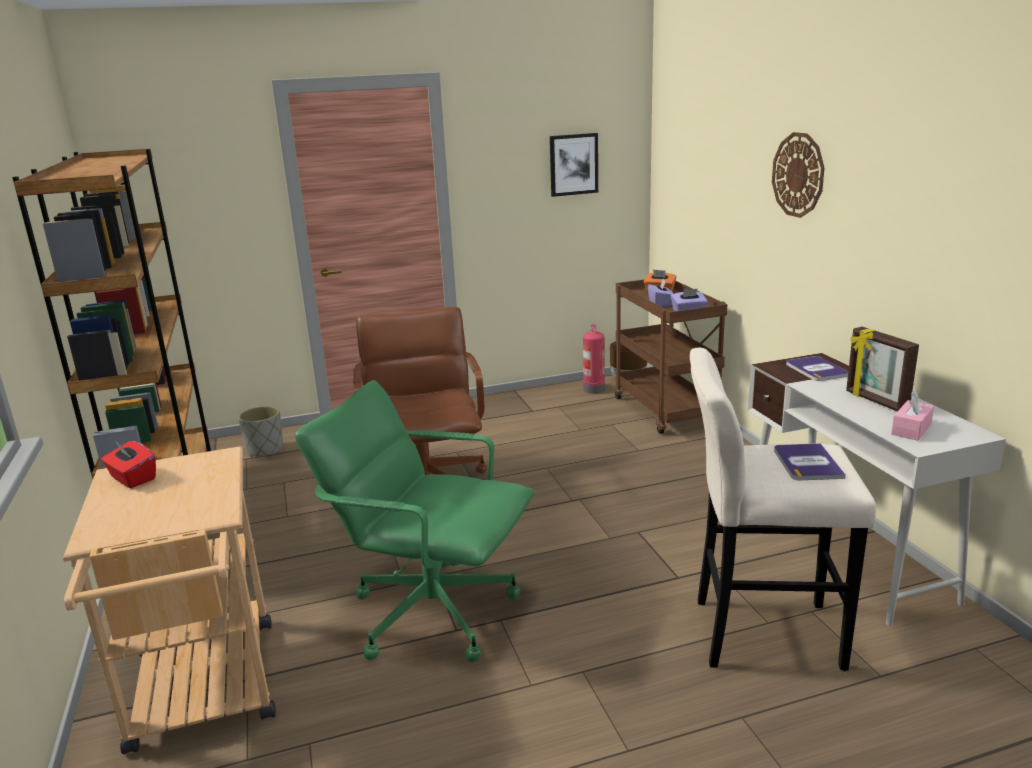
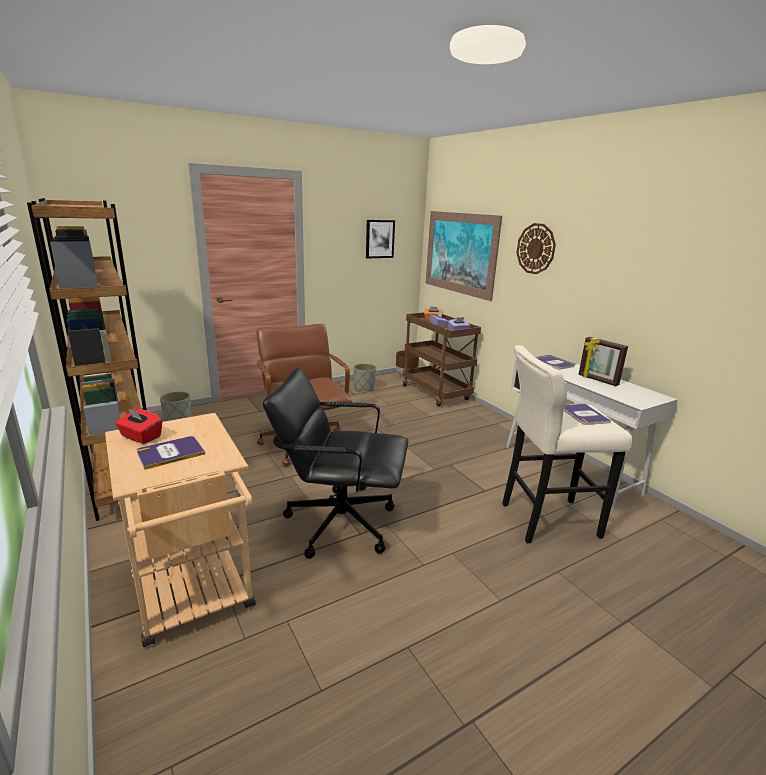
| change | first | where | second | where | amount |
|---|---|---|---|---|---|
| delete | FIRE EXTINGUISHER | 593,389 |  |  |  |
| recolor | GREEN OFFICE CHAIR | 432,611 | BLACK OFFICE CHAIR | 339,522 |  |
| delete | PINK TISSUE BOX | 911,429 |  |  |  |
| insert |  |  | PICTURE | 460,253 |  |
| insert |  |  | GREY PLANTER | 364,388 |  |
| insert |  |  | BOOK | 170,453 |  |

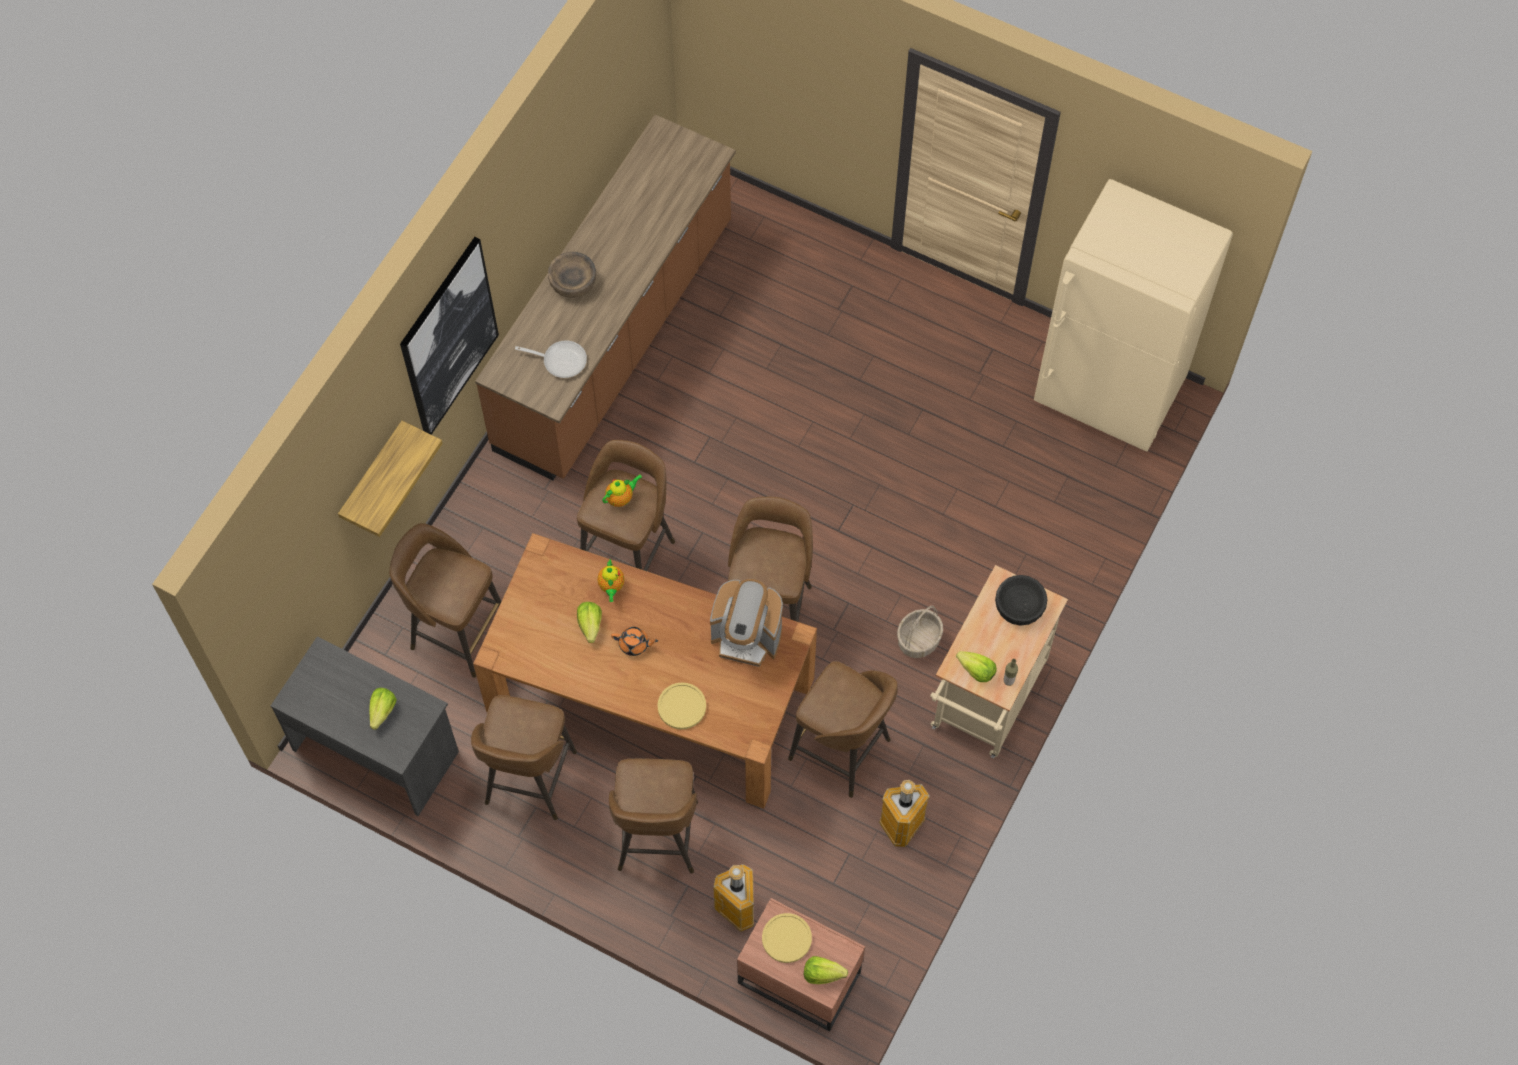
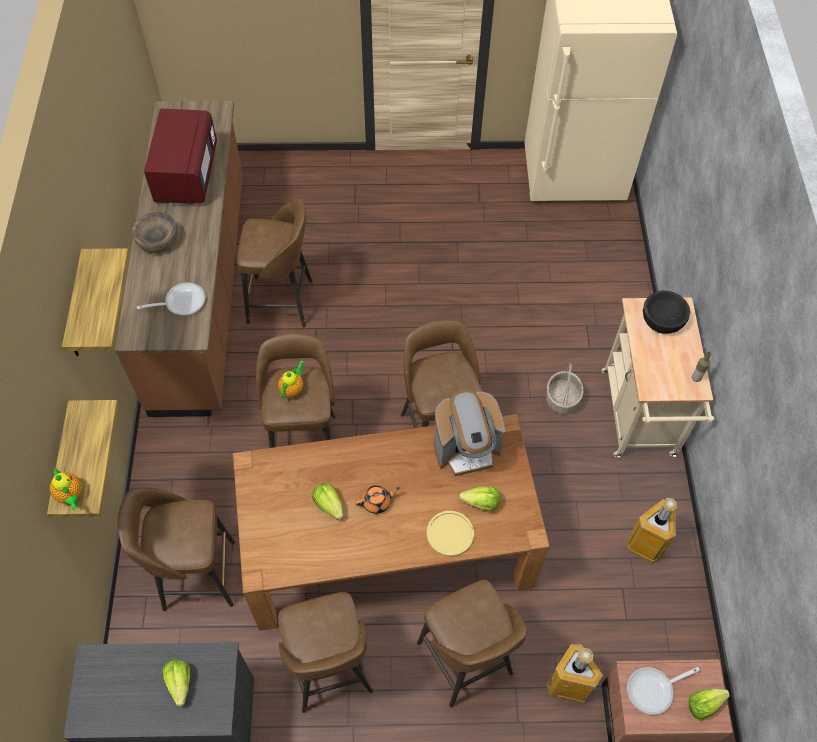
| change | first | where | second | where | amount |
|---|---|---|---|---|---|
| replace | PICTURE | 448,337 | SHELF | 77,308 |  |
| move | TEAPOT | 611,586 |  | 71,495 |  |
| move | LETTUCE | 976,671 |  | 481,503 |  |
| move | BROWN STOOL | 842,751 |  | 282,302 |  |
| replace | YELLOW PLATE | 786,938 | FRYING PAN | 653,690 |  |
| insert |  |  | RED MICROWAVE | 186,174 |  |

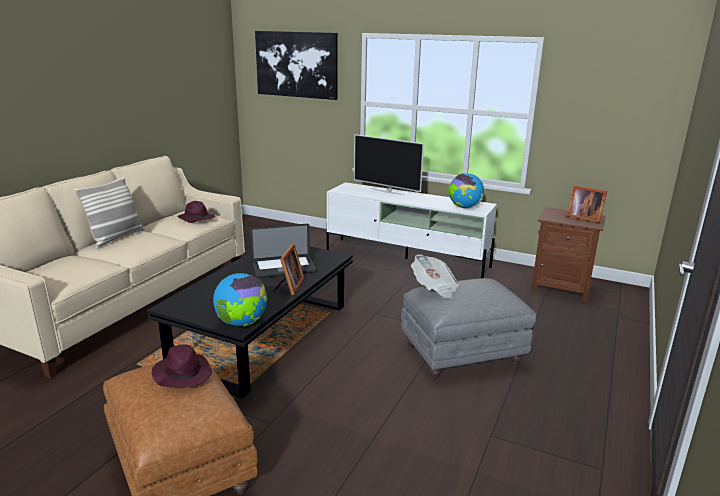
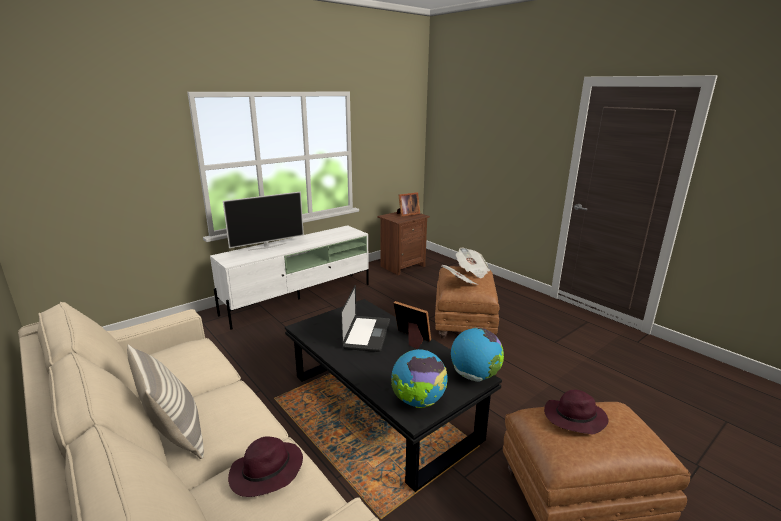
| change | first | where | second | where | amount |
|---|---|---|---|---|---|
| delete | PICTURE | 296,64 |  |  |  |
| move | GLOBE | 464,207 |  | 418,401 |  |
| move | PURPLE HAT | 196,219 |  | 266,472 |  |
| recolor | GREY OTTOMAN | 462,354 | BROWN OTTOMAN | 463,322 |  |
| insert |  |  | NEWSPAPER | 472,271 |  |

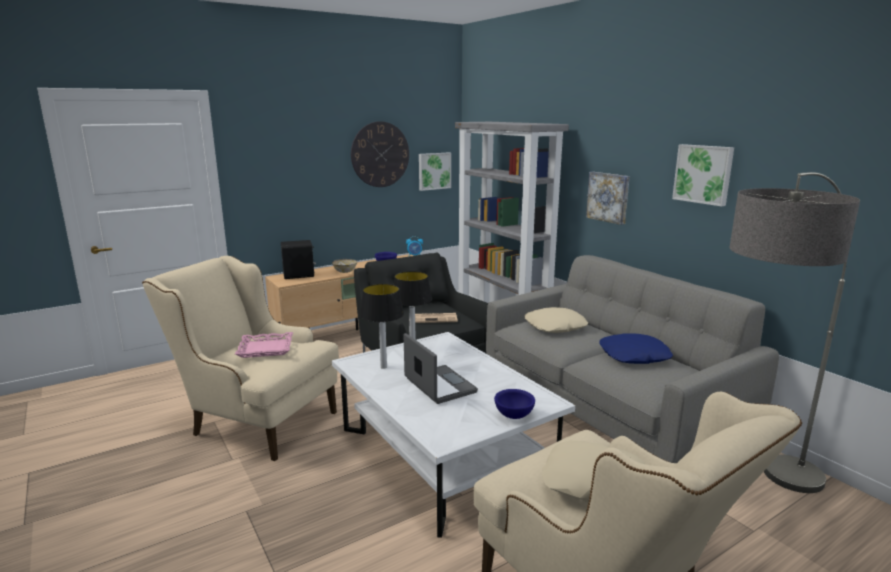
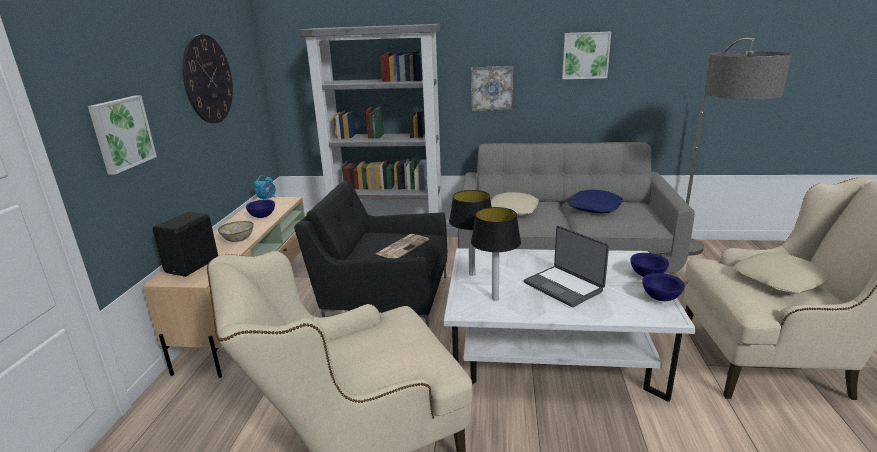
| change | first | where | second | where | amount |
|---|---|---|---|---|---|
| move | PICTURE | 434,171 |  | 121,133 |  |
| delete | PINK TRAY | 265,349 |  |  |  |
| rotate | LAPTOP | 438,386 |  | 564,286 | 135 degrees counterclockwise |
| insert |  |  | BLUE BOWL | 660,298 |  |

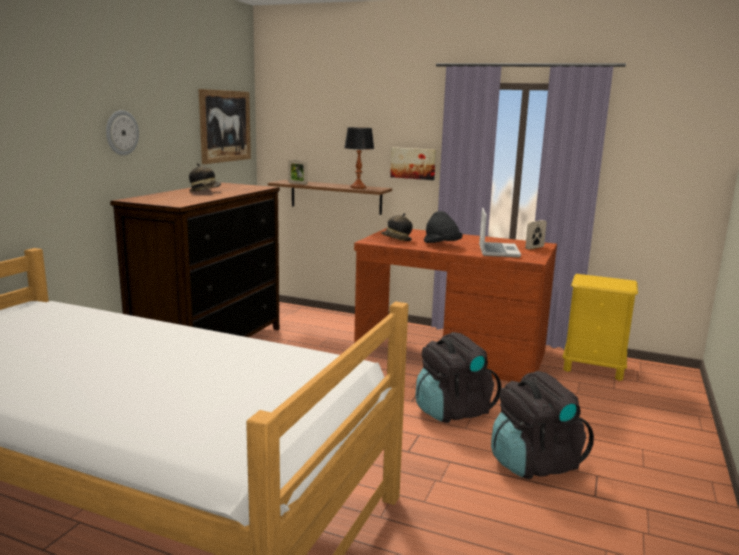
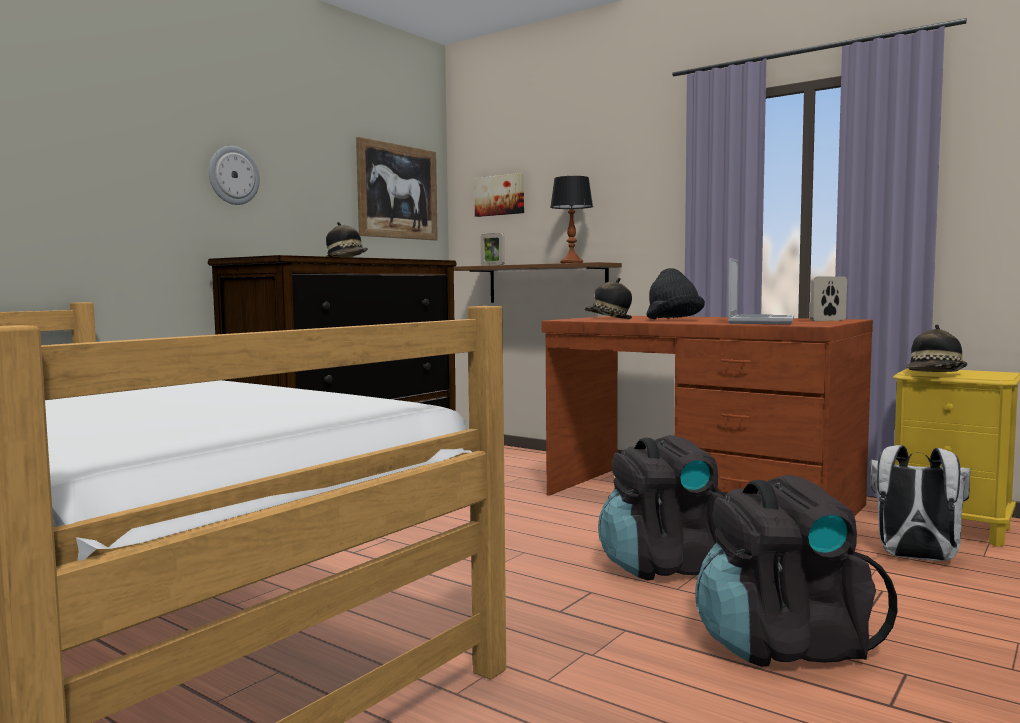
| change | first | where | second | where | amount |
|---|---|---|---|---|---|
| move | PICTURE | 413,163 |  | 500,195 |  |
| insert |  |  | HAT | 936,374 |  |
| insert |  |  | WHITE BACKPACK | 915,558 |  |

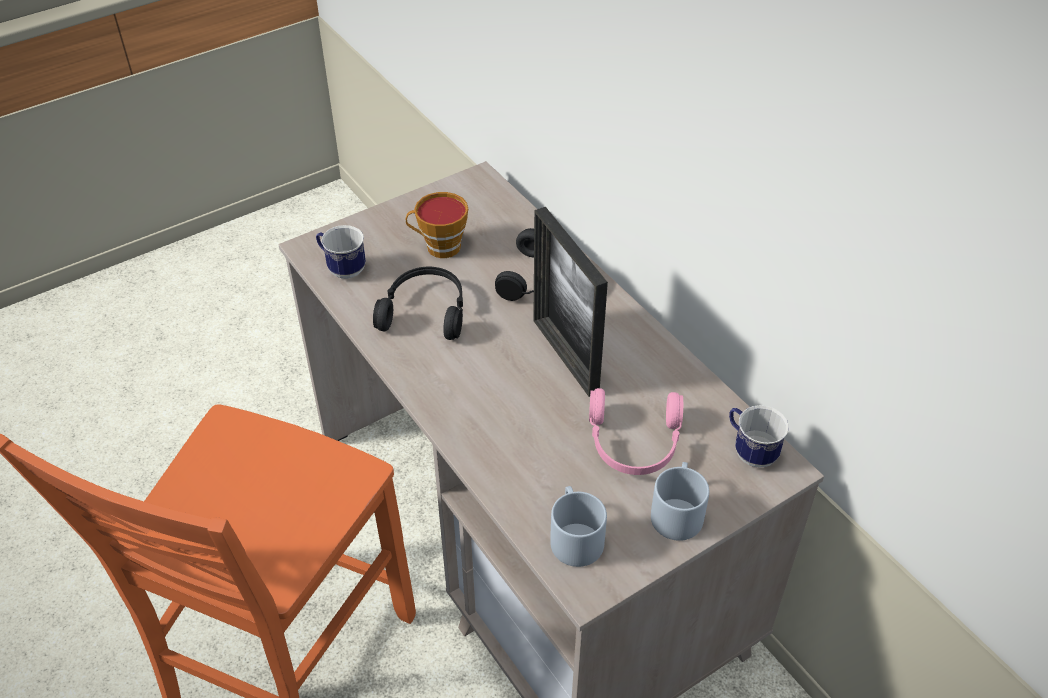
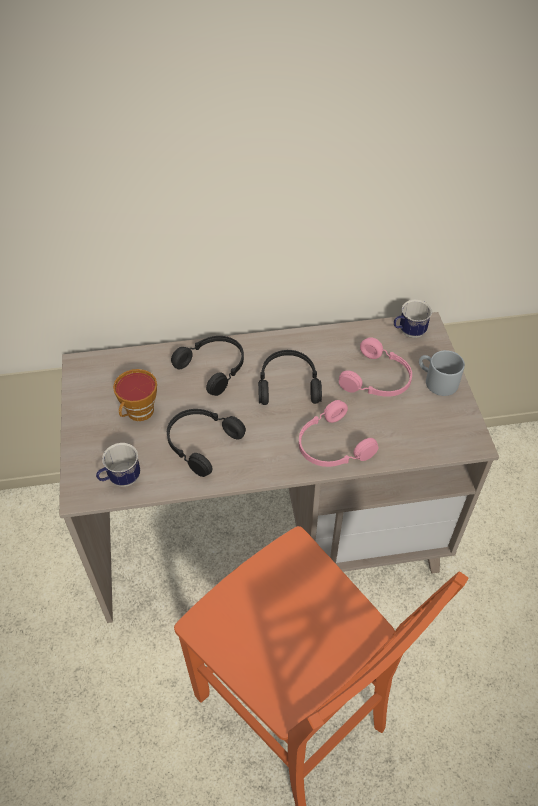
| change | first | where | second | where | amount |
|---|---|---|---|---|---|
| replace | PICTURE FRAME | 565,355 | BLACK HEADPHONES | 288,384 |  |
| delete | GREY MUG | 573,536 |  |  |  |
| insert |  |  | PINK HEADPHONES | 331,446 |  |

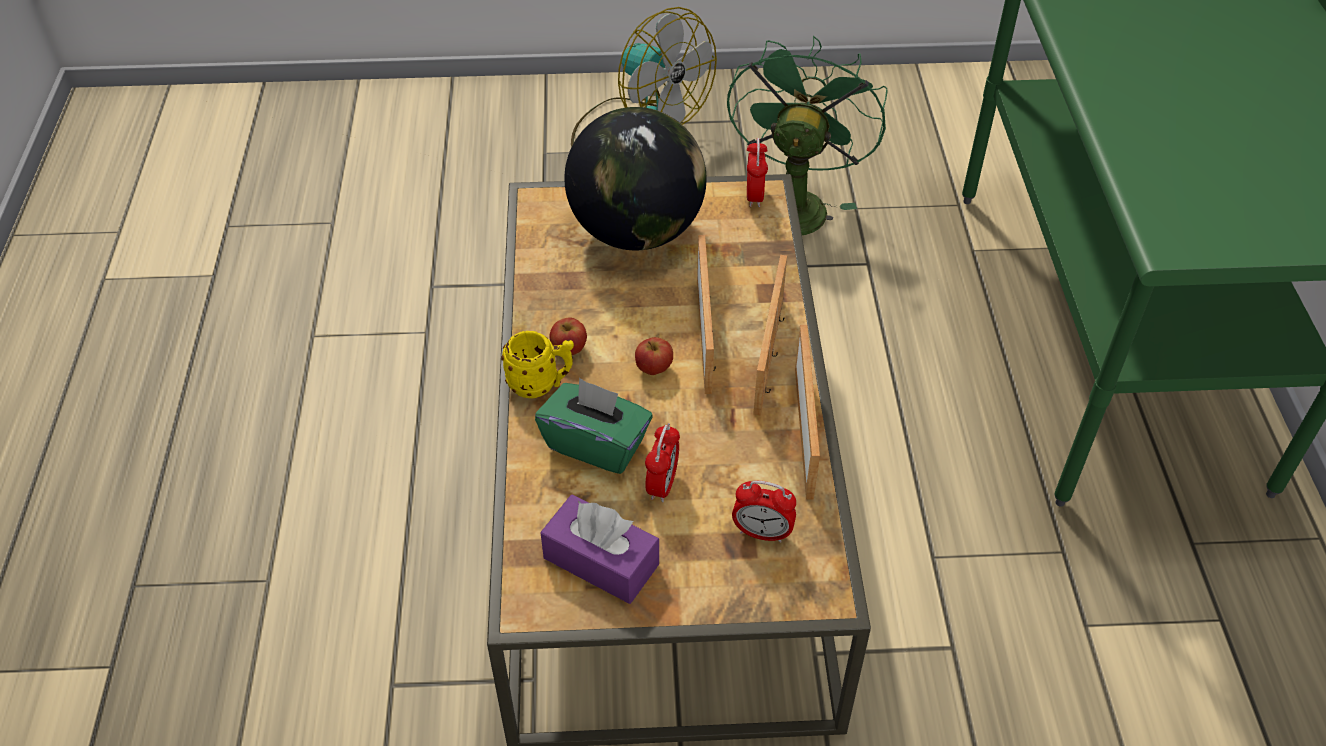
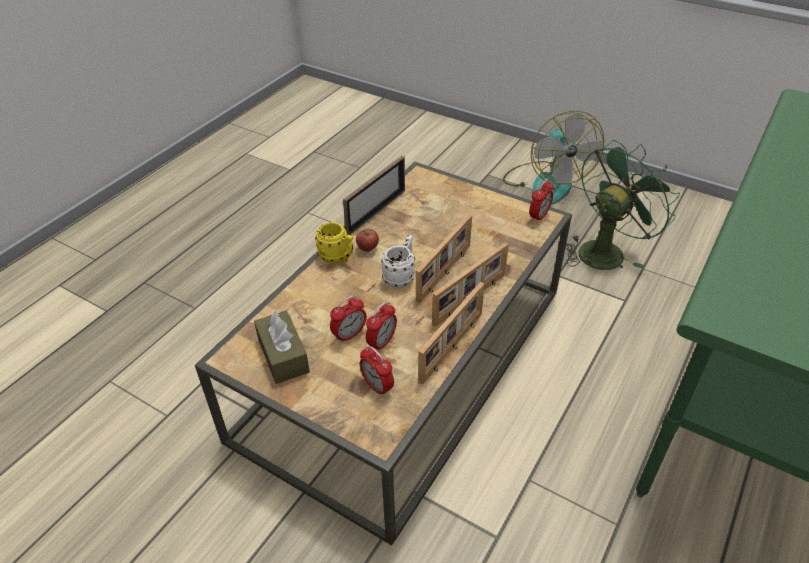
| change | first | where | second | where | amount |
|---|---|---|---|---|---|
| delete | GLOBE | 636,232 |  |  |  |
| replace | APPLE | 654,369 | WHITE MUG | 401,277 |  |
| delete | GREEN TISSUE BOX | 596,444 |  |  |  |
| recolor | PURPLE TISSUE BOX | 601,561 | BROWN TISSUE BOX | 283,355 |  |
| insert |  |  | PICTURE FRAME | 376,212 |  |
| insert |  |  | ALARM CLOCK | 382,342 |  |

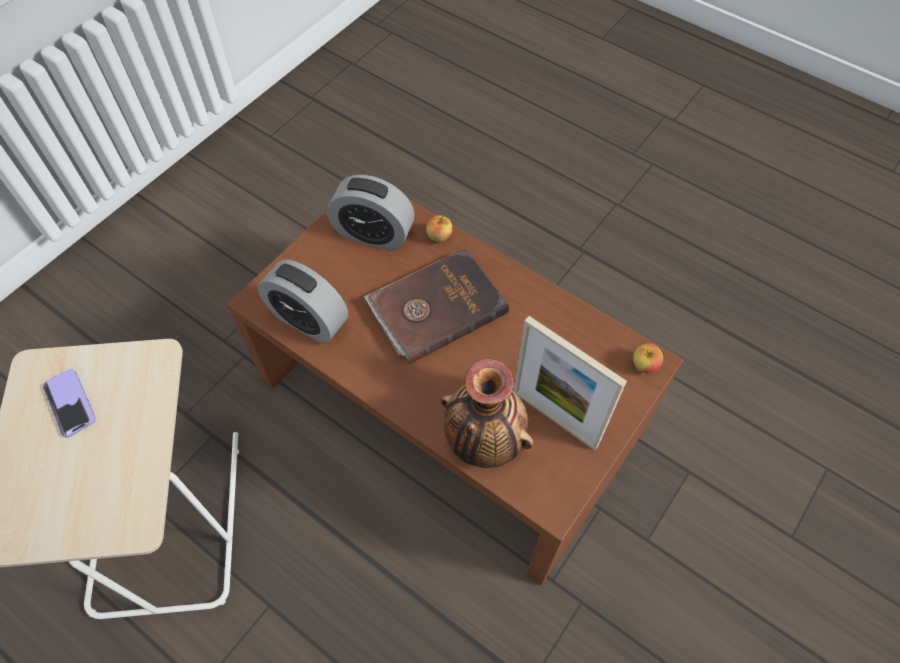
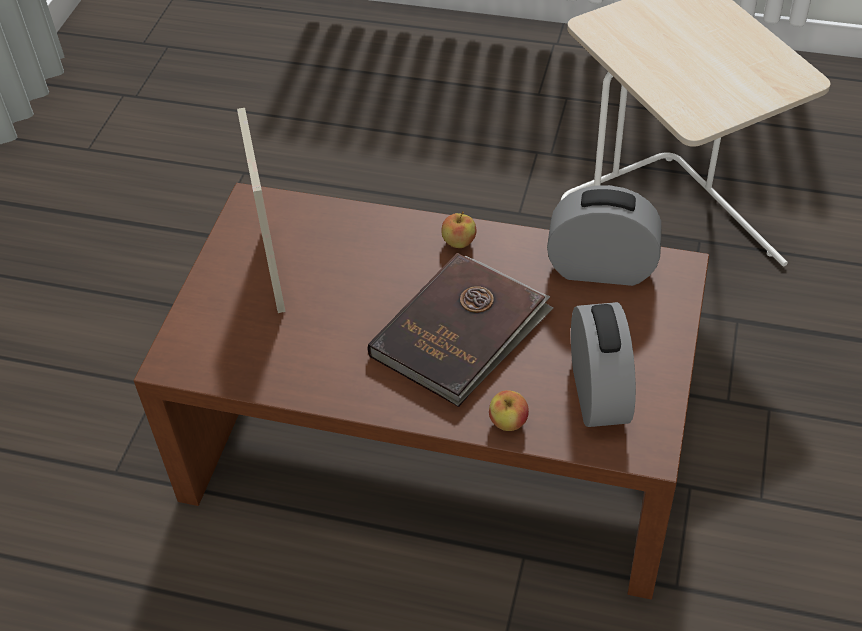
| change | first | where | second | where | amount |
|---|---|---|---|---|---|
| rotate | ALARM CLOCK | 373,234 |  | 598,393 | 90 degrees clockwise |
| rotate | PICTURE FRAME | 554,418 |  | 273,270 | 120 degrees counterclockwise |
| move | APPLE | 644,365 |  | 459,242 |  |
| delete | VASE | 483,441 |  |  |  |
| delete | PHONE | 70,403 |  |  |  |

